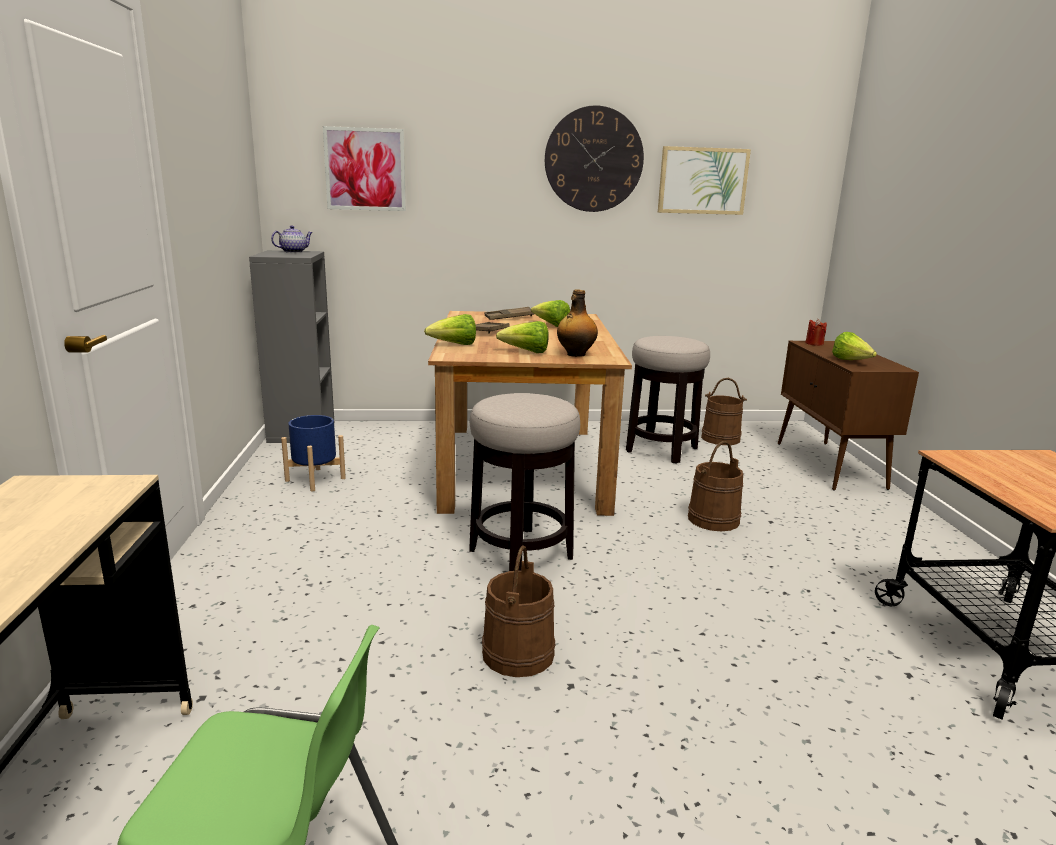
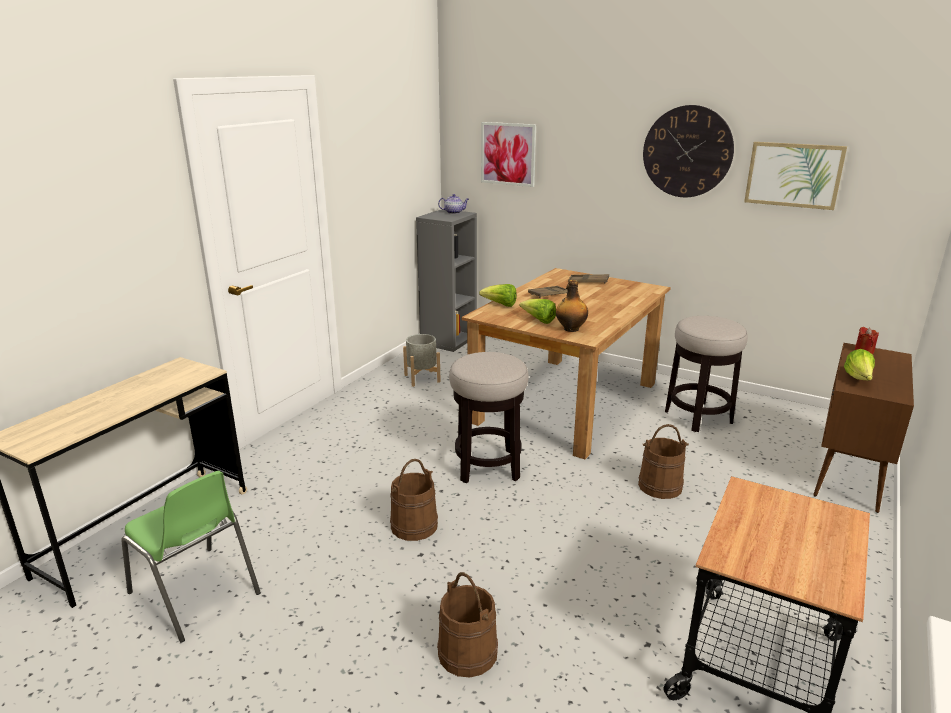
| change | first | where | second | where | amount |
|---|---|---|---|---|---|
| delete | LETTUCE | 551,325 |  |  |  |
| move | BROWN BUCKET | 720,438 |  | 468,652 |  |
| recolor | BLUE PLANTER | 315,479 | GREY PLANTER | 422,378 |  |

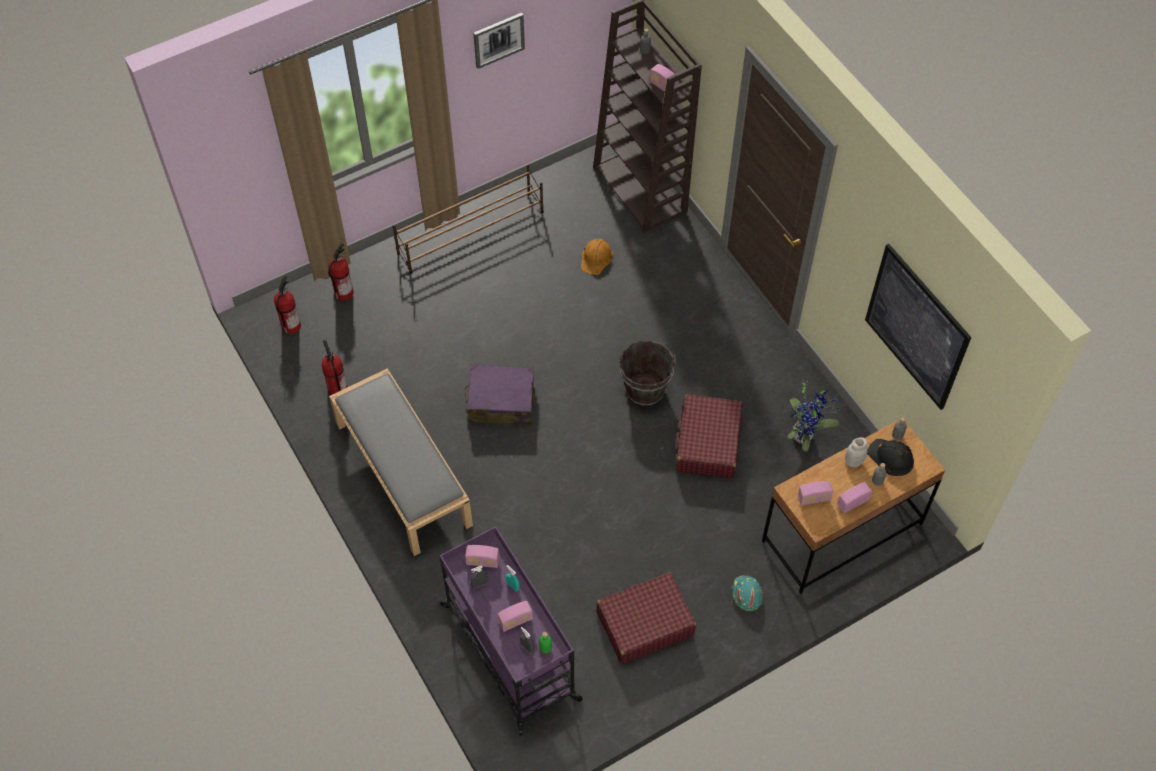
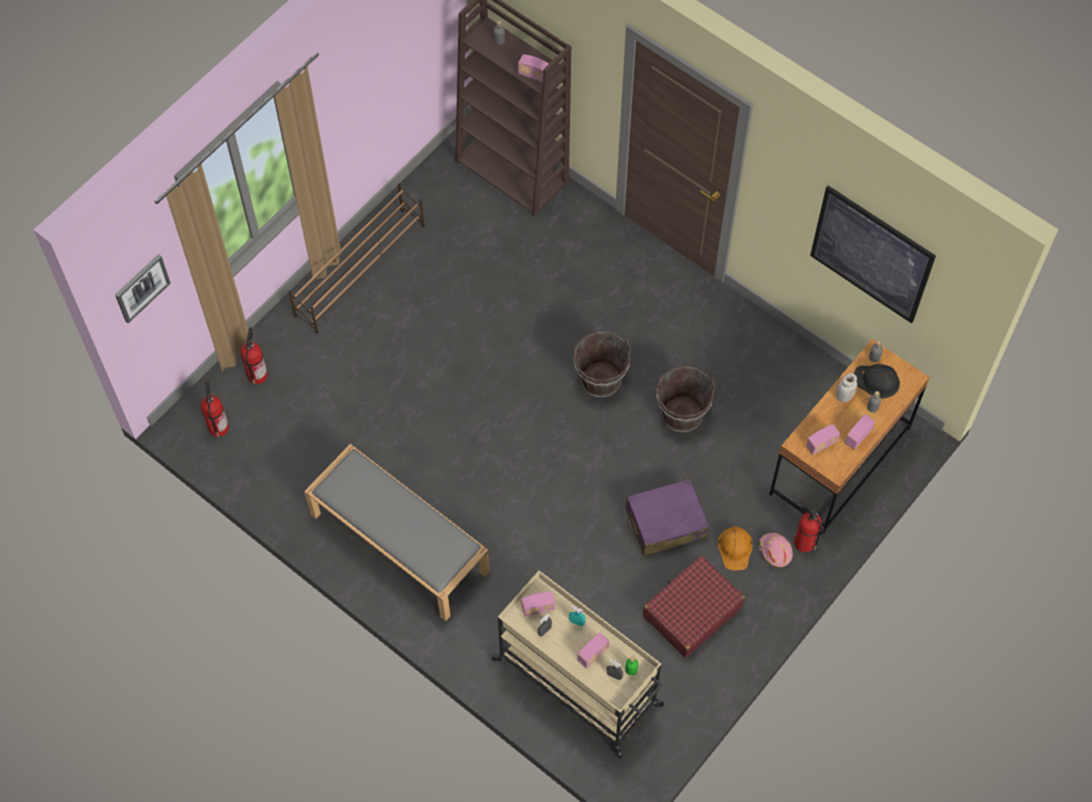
| change | first | where | second | where | amount |
|---|---|---|---|---|---|
| move | PICTURE | 498,39 |  | 141,287 |  |
| move | ORANGE HARD HAT | 596,258 |  | 735,548 |  |
| move | FIRE EXTINGUISHER | 337,389 |  | 803,542 |  |
| move | PURPLE SUITCASE | 501,401 |  | 665,523 |  |
| delete | POTTED PLANT | 804,435 |  |  |  |
| replace | RED SUITCASE | 707,443 | BROWN BUCKET | 681,415 |  |
| recolor | PURPLE CART | 511,653 | BEIGE CART | 579,683 |  |
| recolor | TURQUOISE HARD HAT | 746,594 | PINK HARD HAT | 774,551 |  |

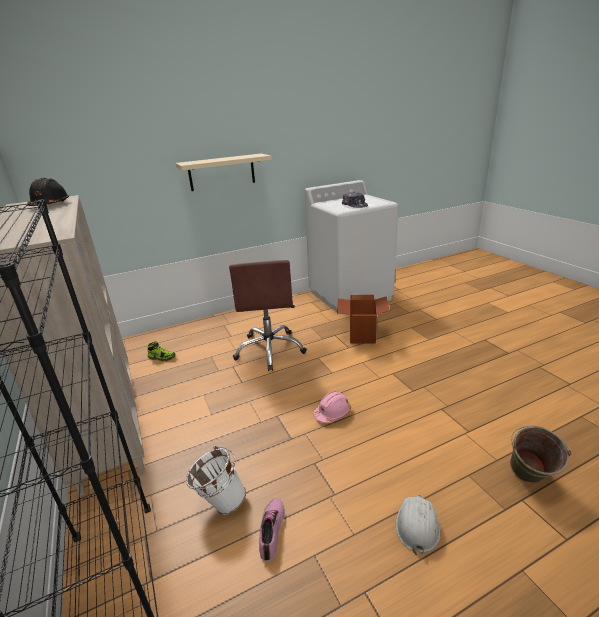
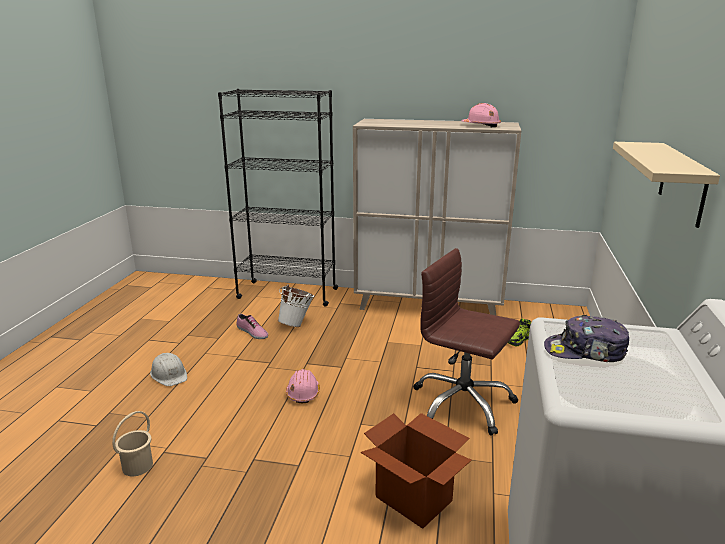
| change | first | where | second | where | amount |
|---|---|---|---|---|---|
| recolor | BLACK HARD HAT | 50,205 | PINK HARD HAT | 481,126 |  |
| delete | GREEN BUCKET | 528,481 |  |  |  |
| insert |  |  | BEIGE BUCKET | 137,466 |  |

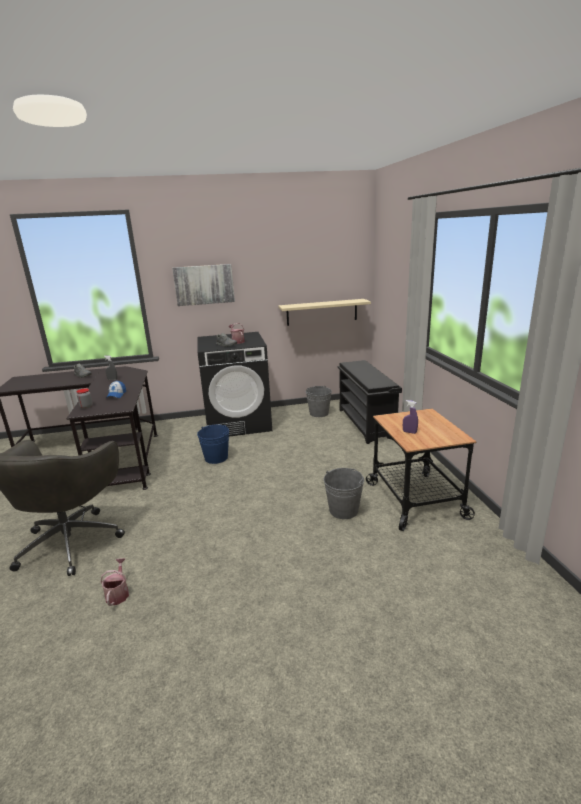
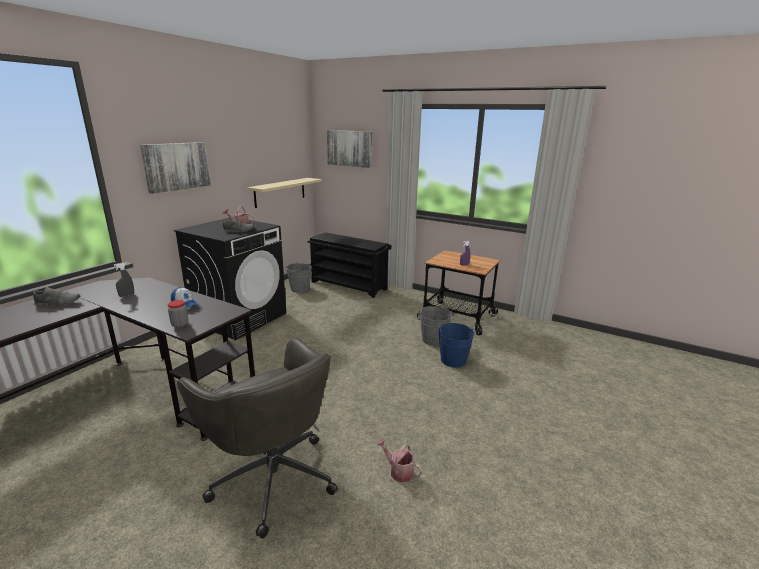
| change | first | where | second | where | amount |
|---|---|---|---|---|---|
| move | BLUE BUCKET | 216,458 |  | 453,360 |  |
| insert |  |  | PICTURE | 349,148 |  |

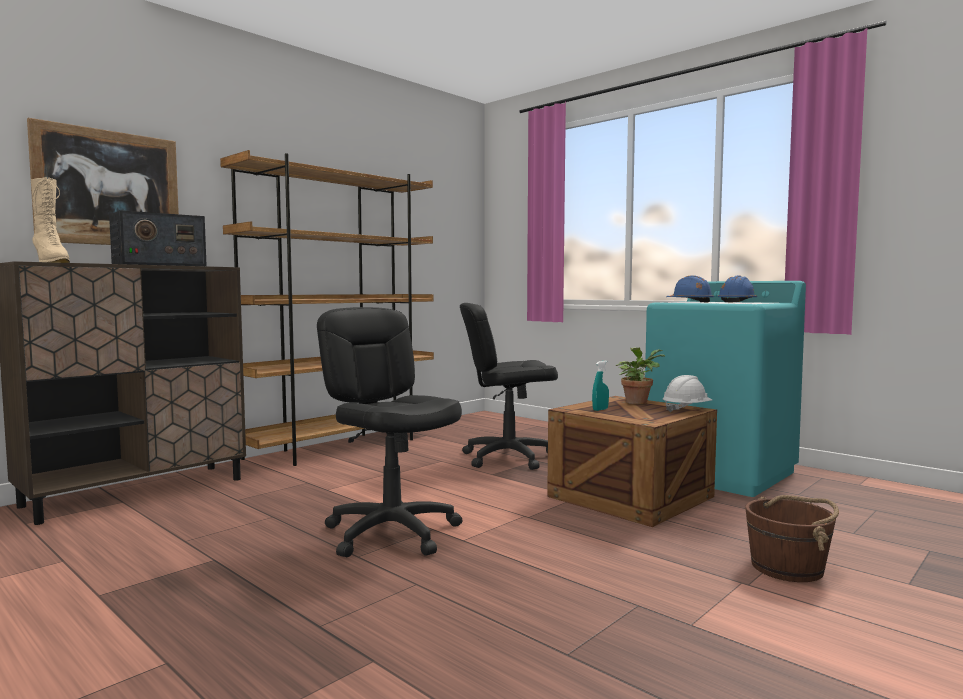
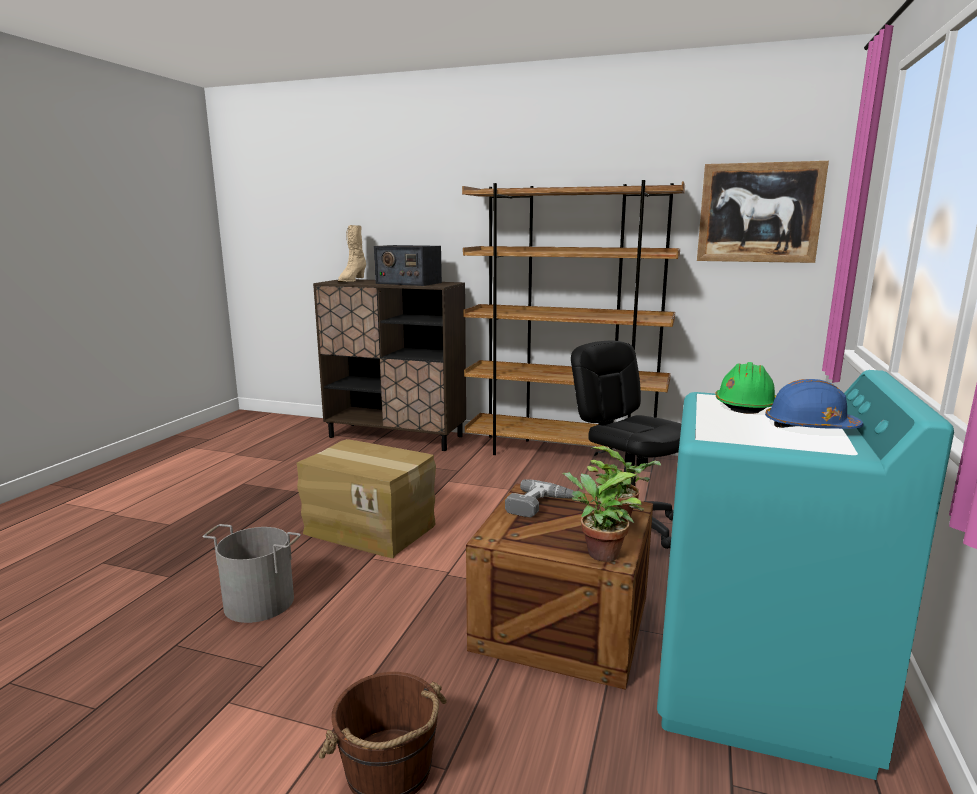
| change | first | where | second | where | amount |
|---|---|---|---|---|---|
| move | PICTURE | 108,188 |  | 759,213 |  |
| recolor | BLUE HARD HAT | 690,302 | GREEN HARD HAT | 745,405 |  |
| replace | BLACK OFFICE CHAIR | 392,533 | CARDBOARD BOX | 371,528 |  |
| replace | TURQUOISE SPRAY BOTTLE | 600,409 | POWER DRILL | 541,506 |  |
| replace | WHITE HARD HAT | 686,410 | POTTED PLANT | 598,554 |  |
| insert |  |  | GREY BUCKET | 260,601 |  |

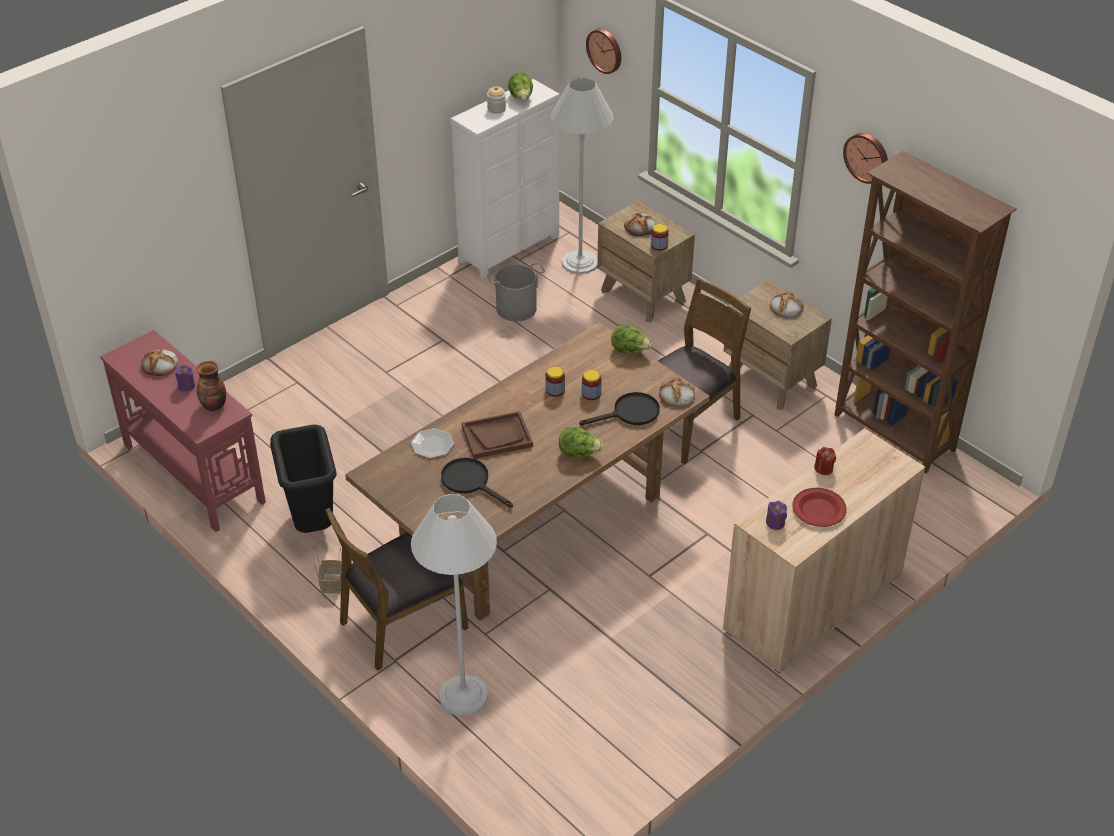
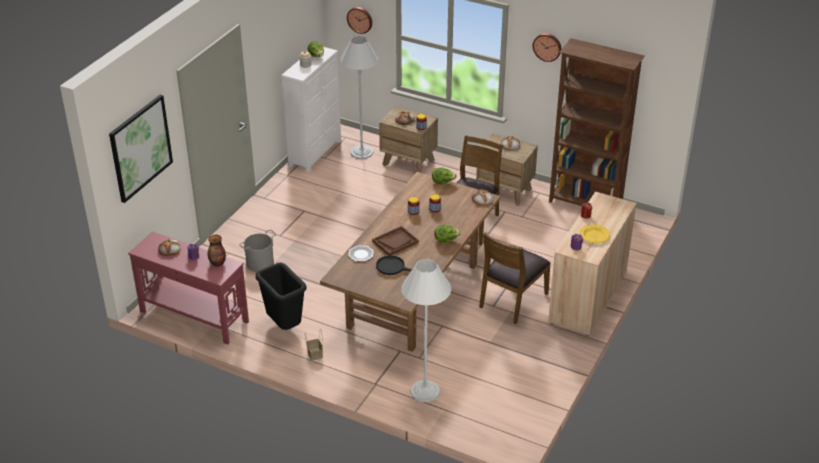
| change | first | where | second | where | amount |
|---|---|---|---|---|---|
| move | GREY BUCKET | 516,309 |  | 260,263 |  |
| delete | BLACK FRYING PAN | 630,413 |  |  |  |
| recolor | RED PLATE | 819,509 | YELLOW PLATE | 594,235 |  |
| move | BROWN CHAIR | 401,623 |  | 512,300 |  |
| insert |  |  | PICTURE | 140,148 |  |

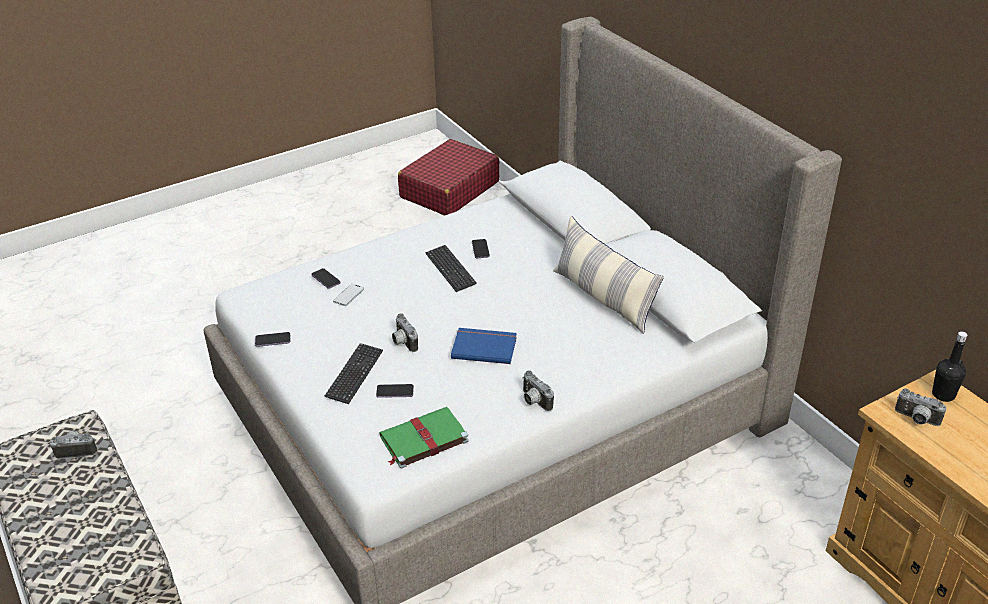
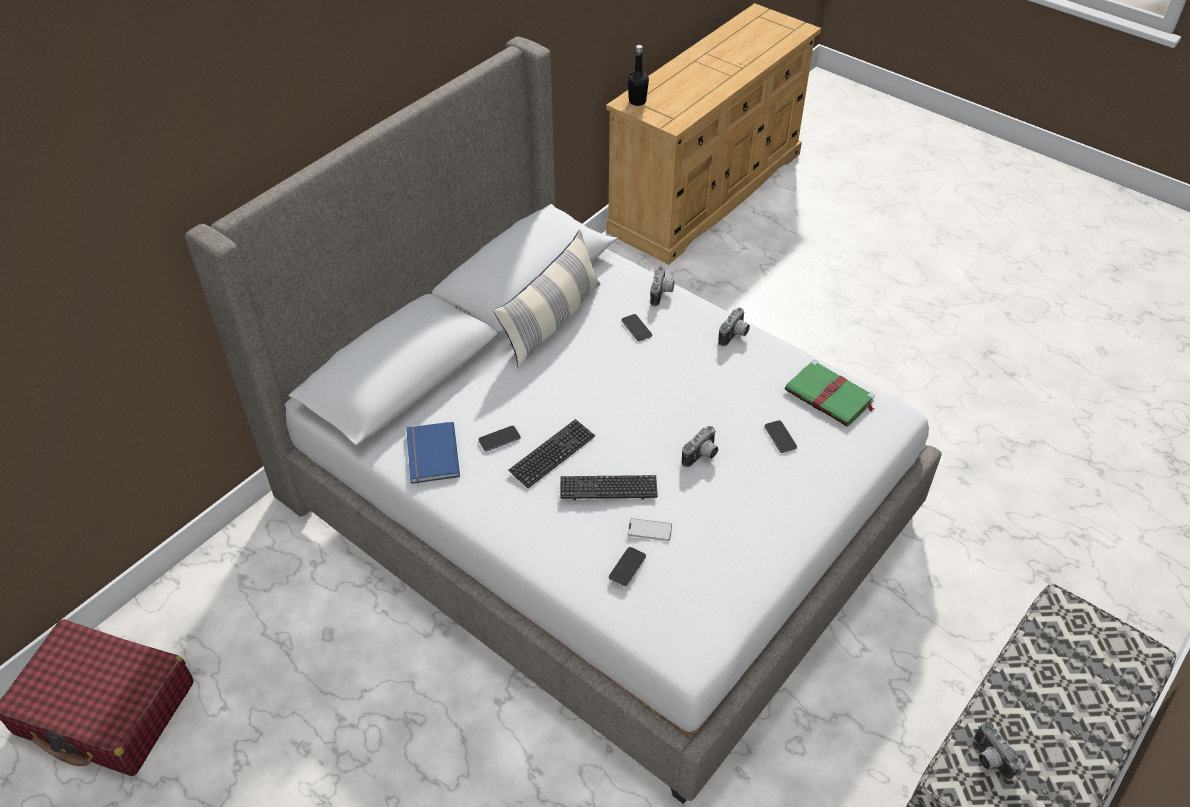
| change | first | where | second | where | amount |
|---|---|---|---|---|---|
| move | BLUE BOOK | 484,347 |  | 430,455 |  |
| move | PHONE | 273,340 |  | 636,328 |  |
| move | KEYBOARD | 354,374 |  | 608,488 |  |
| move | PHOTO CAMERA | 916,420 |  | 662,294 |  |

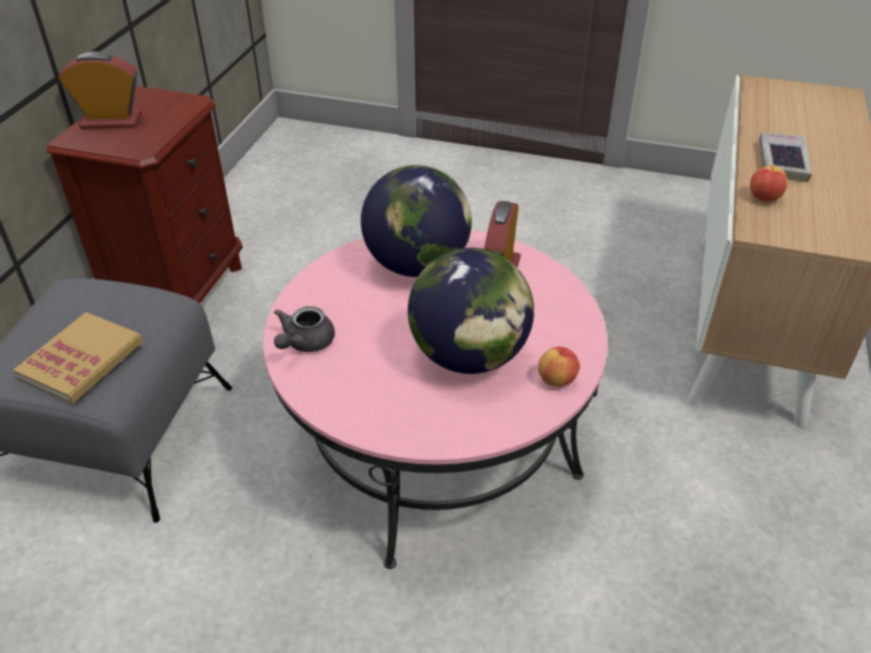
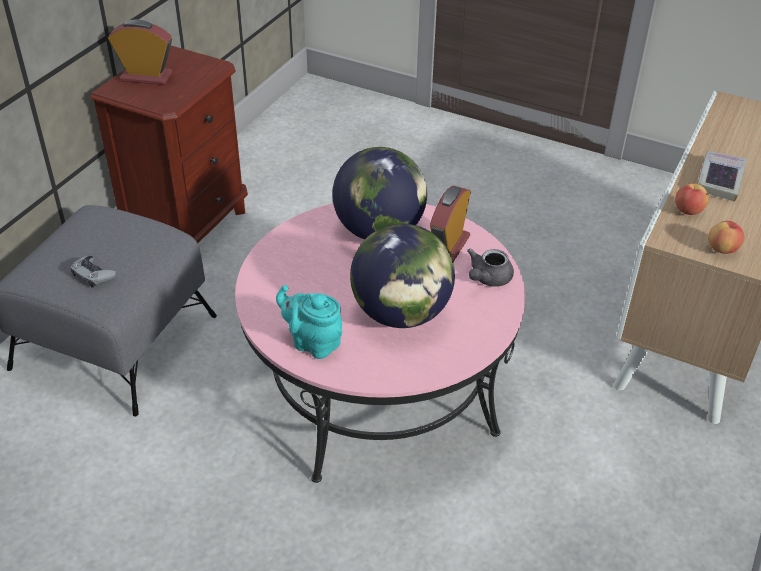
| change | first | where | second | where | amount |
|---|---|---|---|---|---|
| move | GREY TEAPOT | 304,343 |  | 487,279 |  |
| replace | BOOK | 81,360 | GREY GAME CONTROLLER | 93,274 |  |
| move | APPLE | 557,379 |  | 722,249 |  |
| insert |  |  | TURQUOISE TEAPOT | 313,342 |  |

